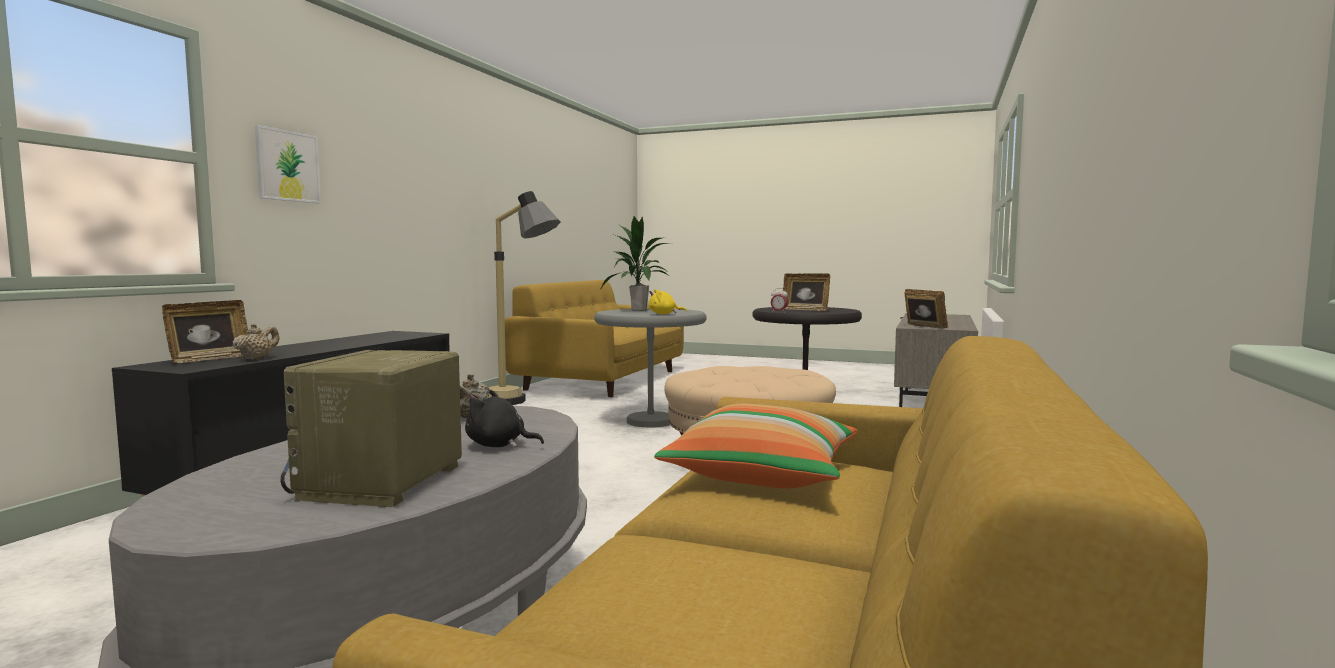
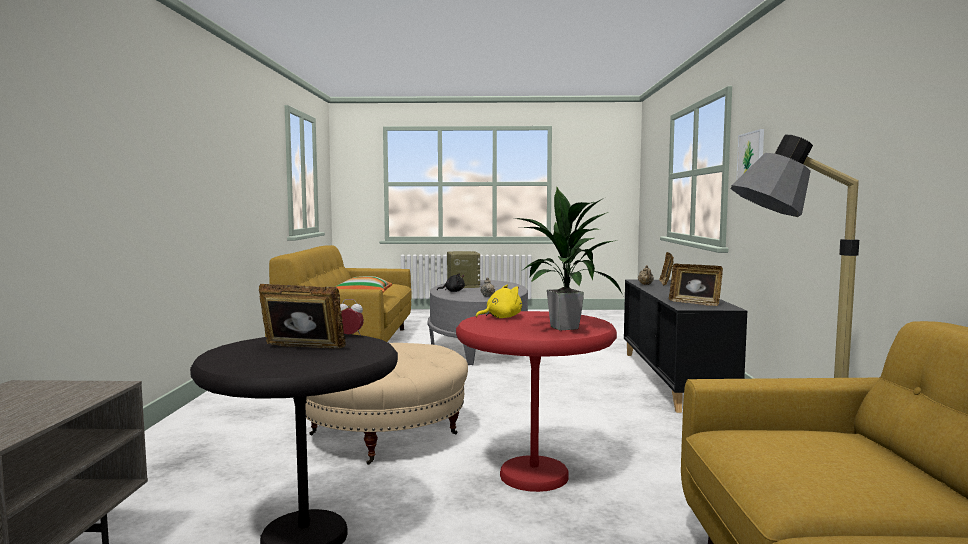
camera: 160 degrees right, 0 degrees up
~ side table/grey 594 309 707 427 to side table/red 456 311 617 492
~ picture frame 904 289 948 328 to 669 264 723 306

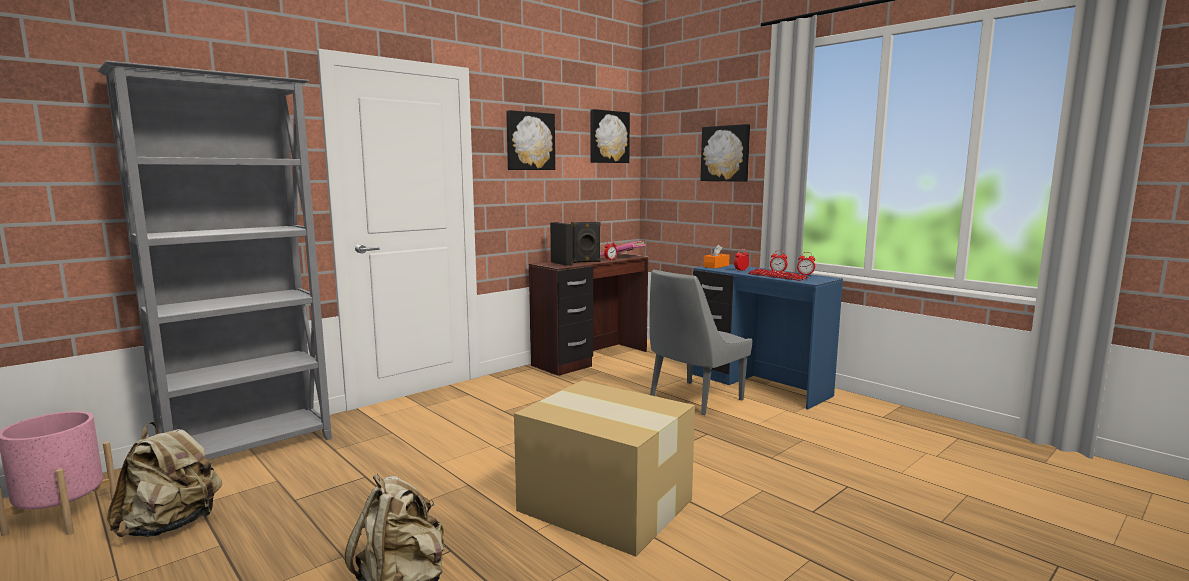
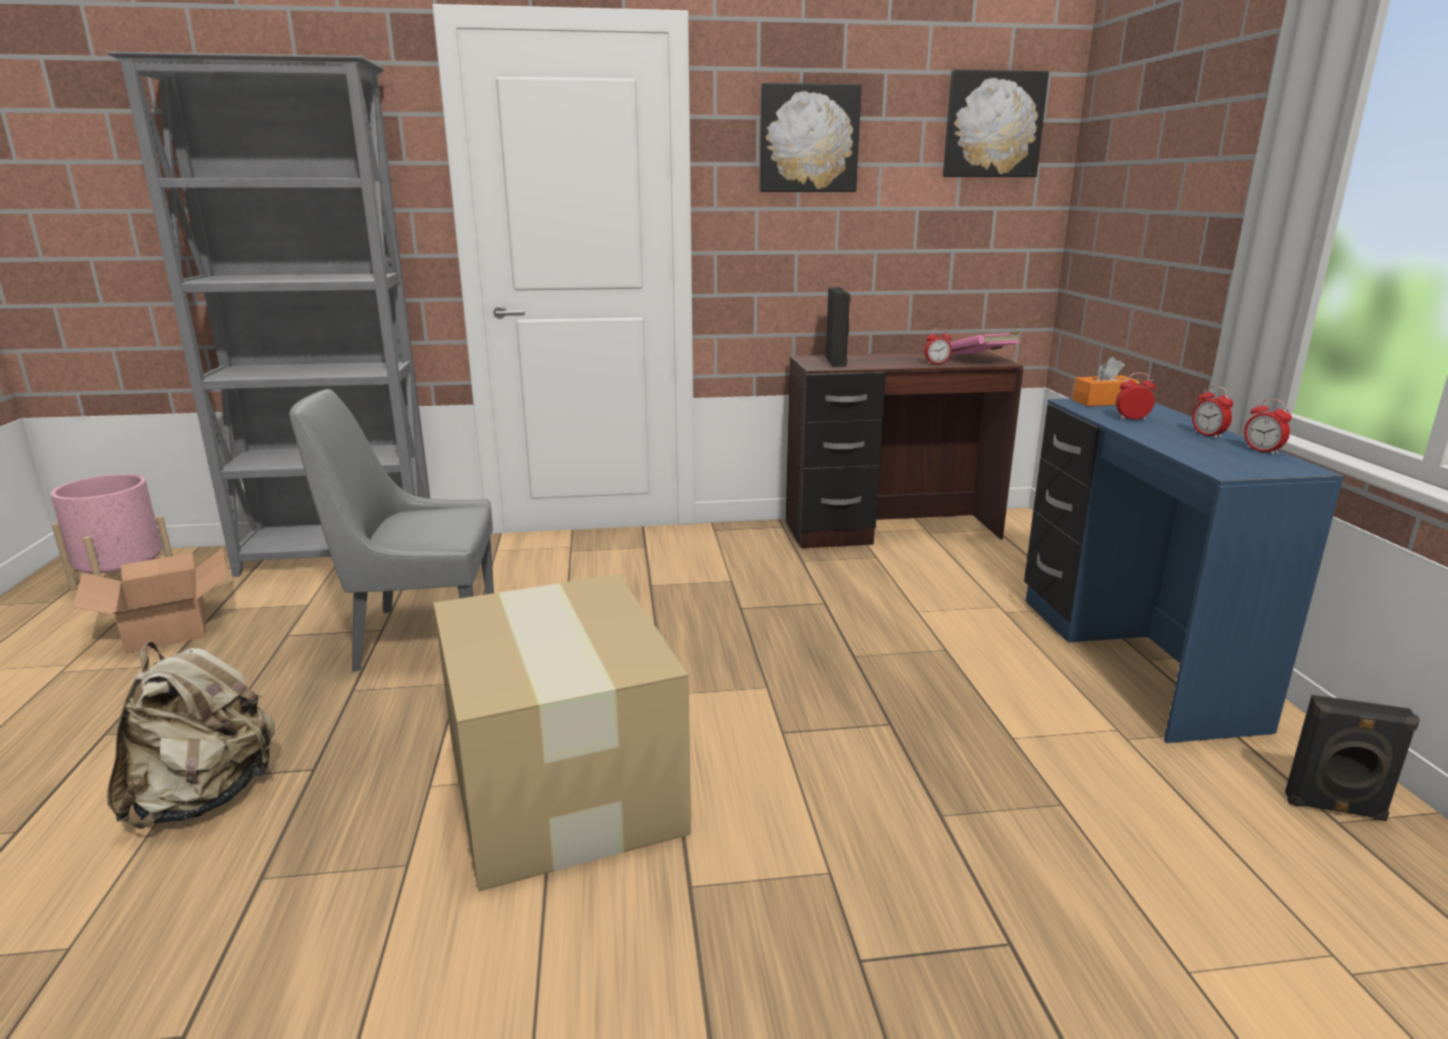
camera: 35 degrees right, 10 degrees up
~ backpack/beige 107 422 222 537 to cardboard box 73 548 226 654
~ speaker/black 571 222 600 263 to 1285 695 1420 821
~ chair/grey 649 270 753 415 to 289 389 494 672
- picture 700 124 750 182
- keyboard 748 268 809 281

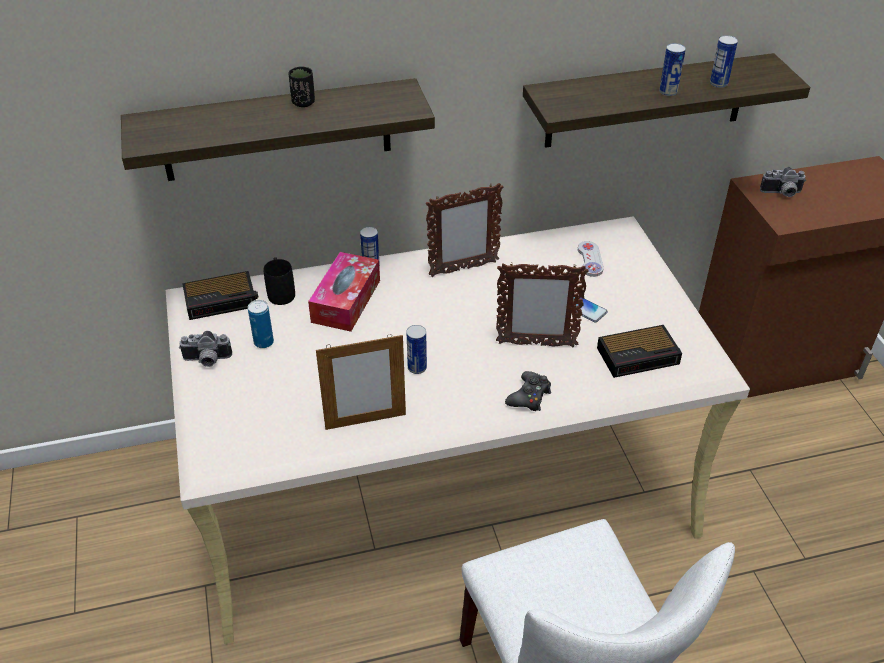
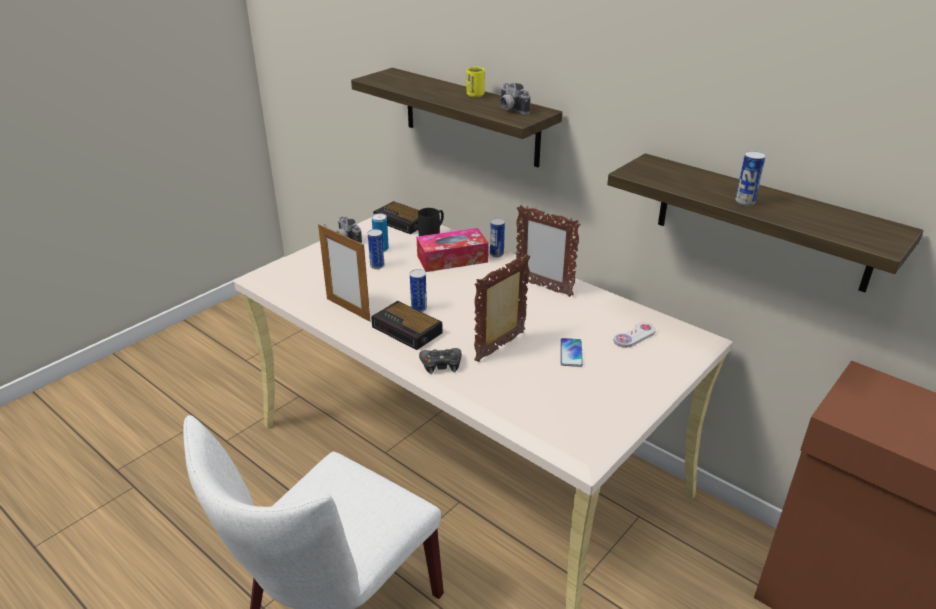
camera: 55 degrees right, 10 degrees down
~ cup/black 288 66 315 107 to cup/yellow 466 67 485 97
~ picture frame 496 262 588 347 = 474 254 530 362 75 degrees clockwise
~ alarm clock 597 325 682 378 to 371 301 443 350
~ can 710 35 738 88 to 368 229 385 269
~ photo camera 760 167 806 197 to 500 83 531 114

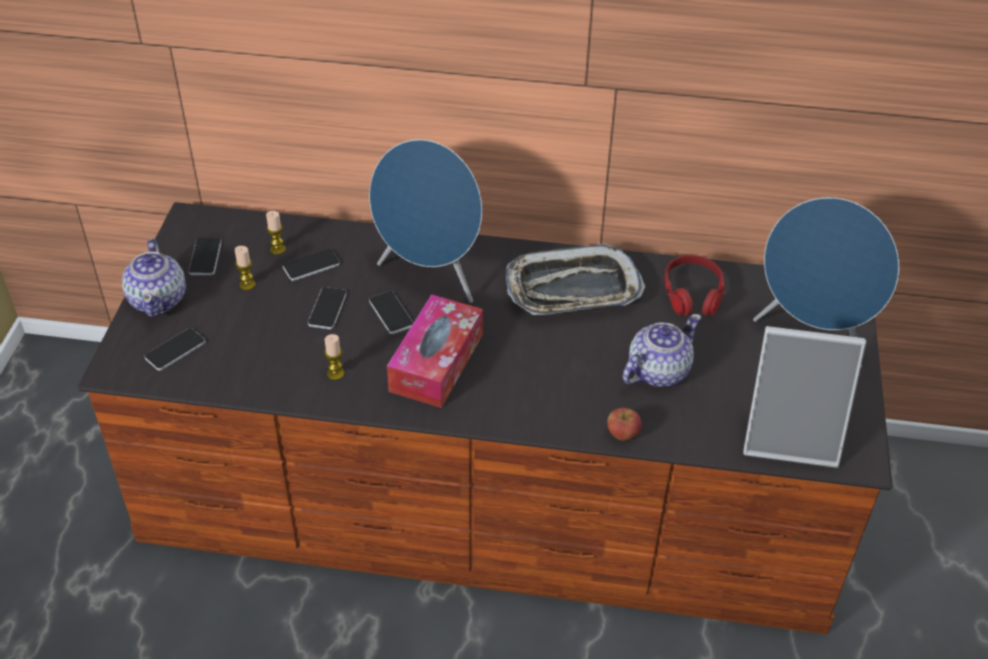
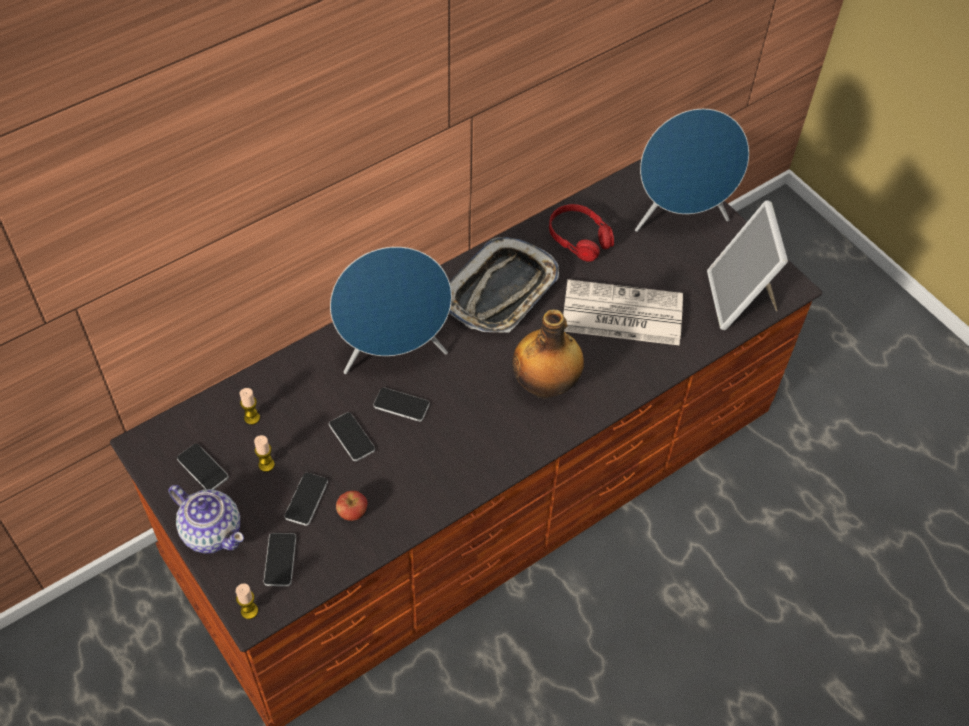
camera: 45 degrees left, 10 degrees up
~ phone 283 249 340 281 to 284 473 328 526
~ candle 324 334 344 380 to 236 583 258 619
- tissue box 387 294 483 408
~ apple 607 408 642 441 to 336 491 368 521
~ teapot 623 314 701 387 to newspaper 563 279 683 345
~ picture frame 743 326 866 468 = 707 200 788 330 120 degrees clockwise
+ bottle 512 310 584 399

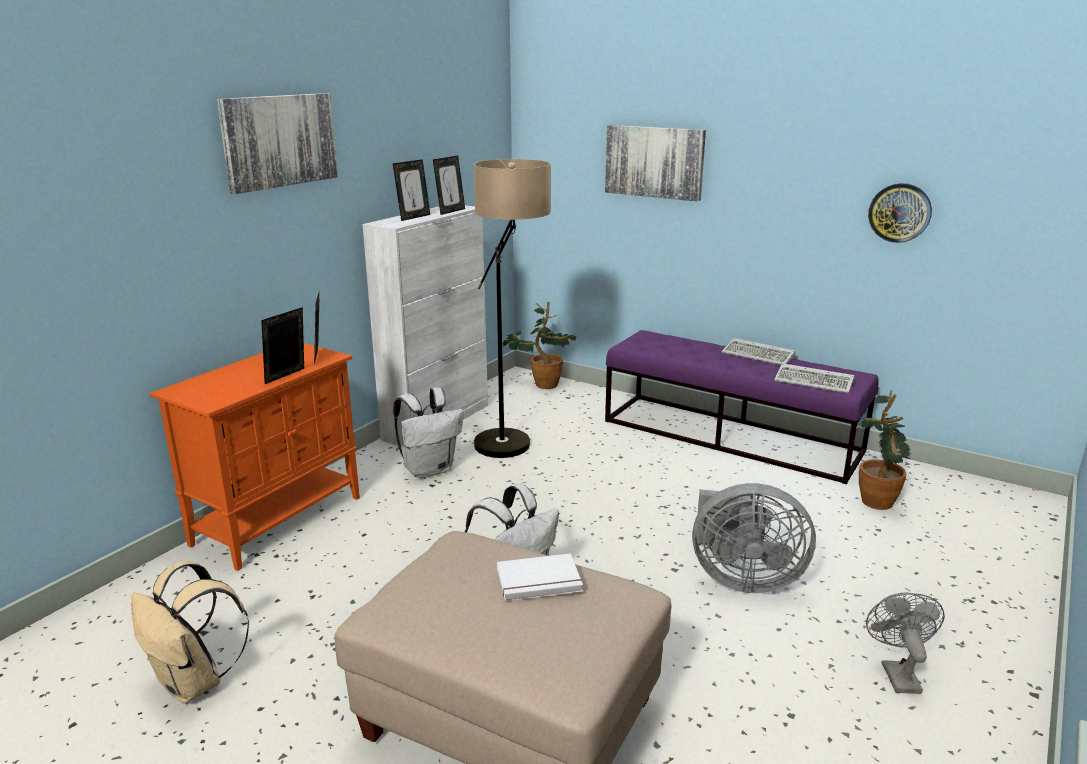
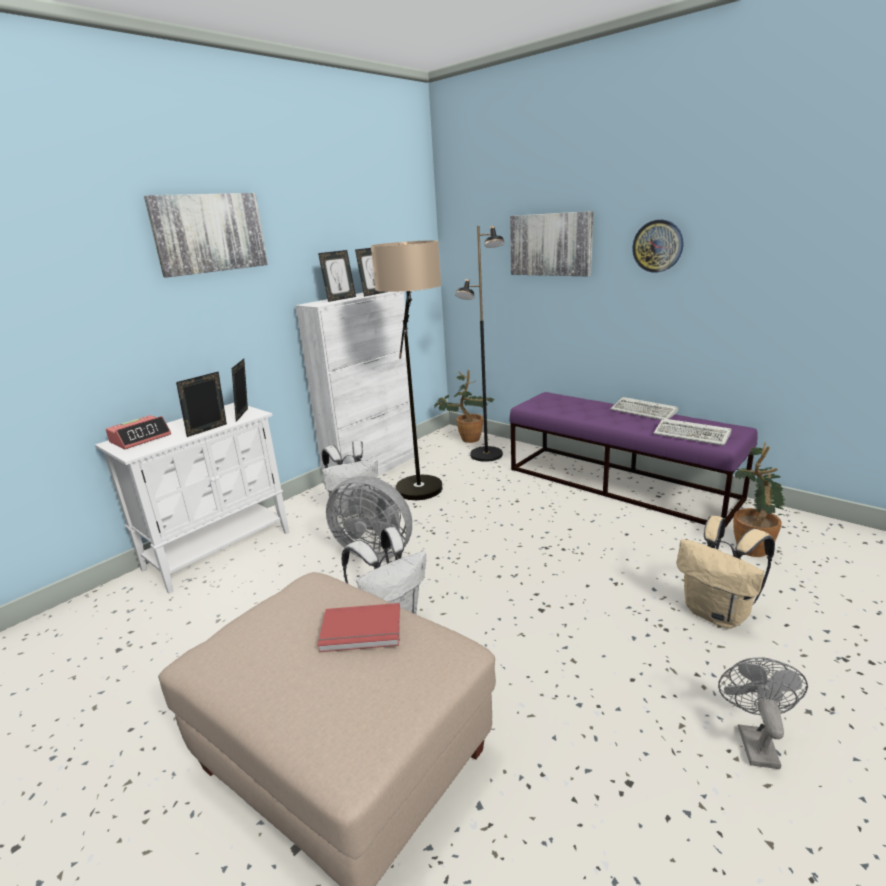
camera: 10 degrees right, 0 degrees up
~ backpack/beige 131 561 249 704 to 676 516 775 629
~ cabinet/orange 150 343 360 571 to cabinet/white 95 403 289 594
~ book/white 497 553 583 601 to book/red 317 603 400 652
~ fan/grey 692 483 816 593 to 326 476 412 561
~ wall clock 868 183 932 243 to 632 220 683 273
+ alarm clock 106 415 171 449
+ floor lamp/black 455 226 505 462

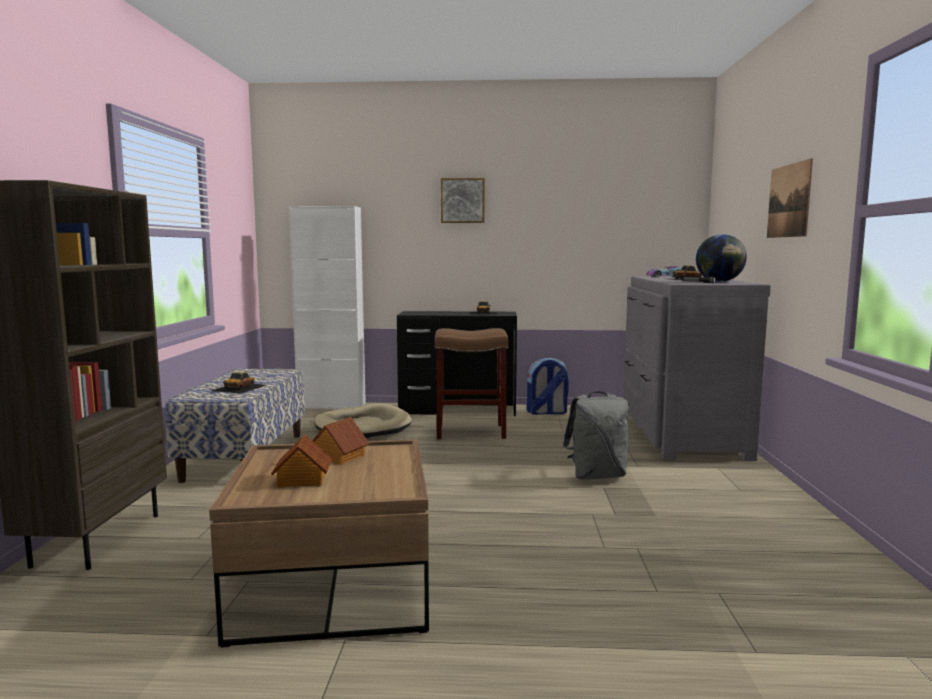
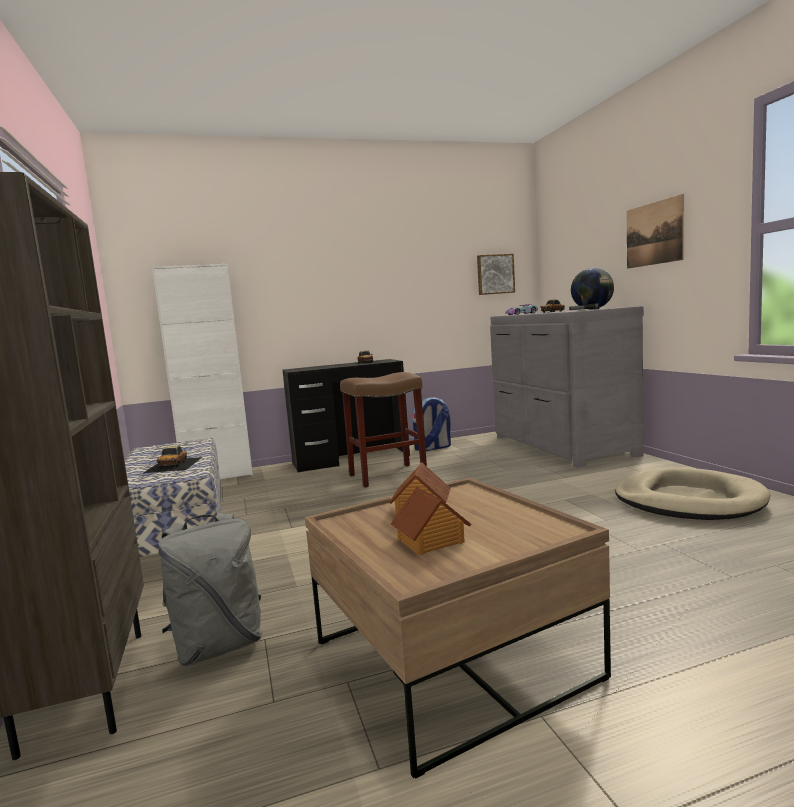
camera: 20 degrees left, 0 degrees up
~ dog bed/beige 314 403 412 438 to 615 467 771 520
~ picture 441 178 485 223 to 477 254 515 295
~ backpack/grey 563 391 629 480 to 158 513 262 666

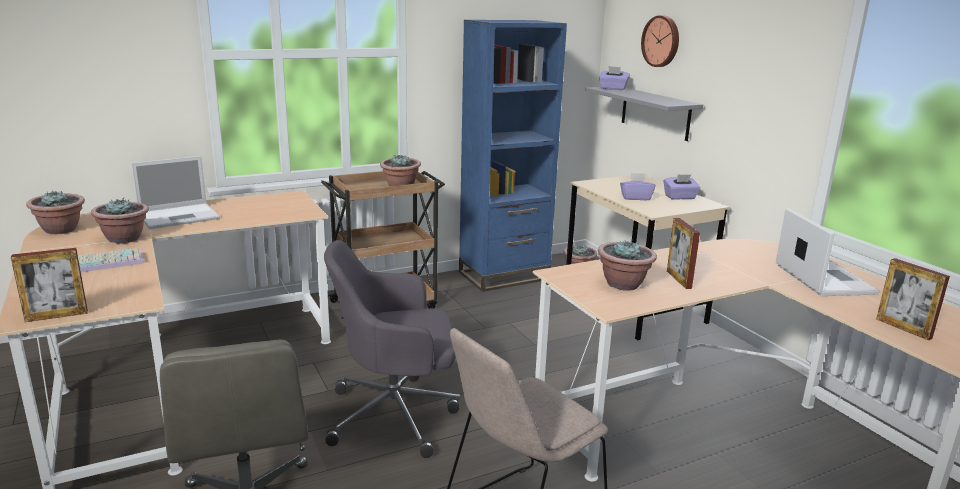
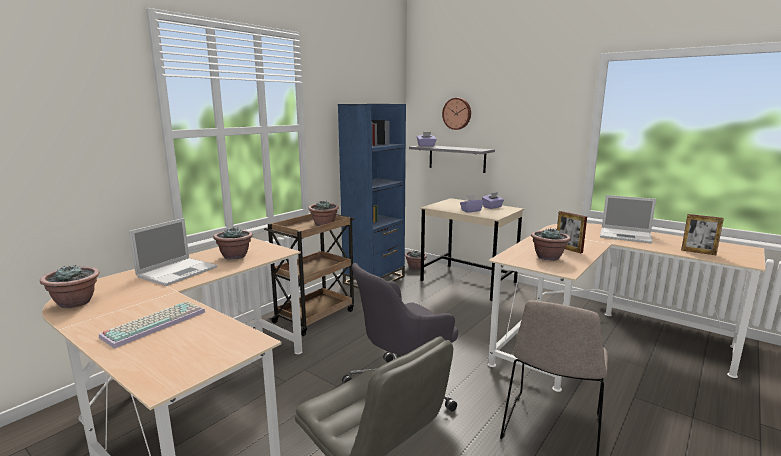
camera: 25 degrees left, 5 degrees down
- picture frame 11 248 88 322
~ potted plant 91 198 149 244 to 213 226 253 260
~ laptop 776 208 880 296 = 600 195 656 244 150 degrees clockwise

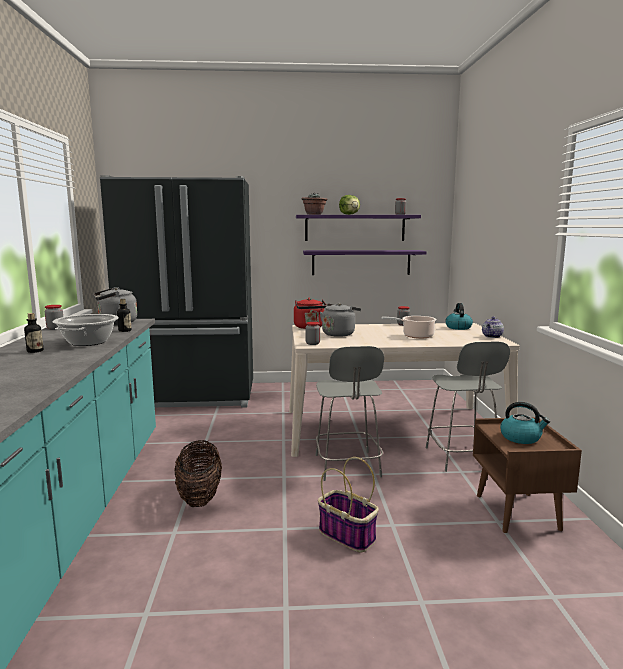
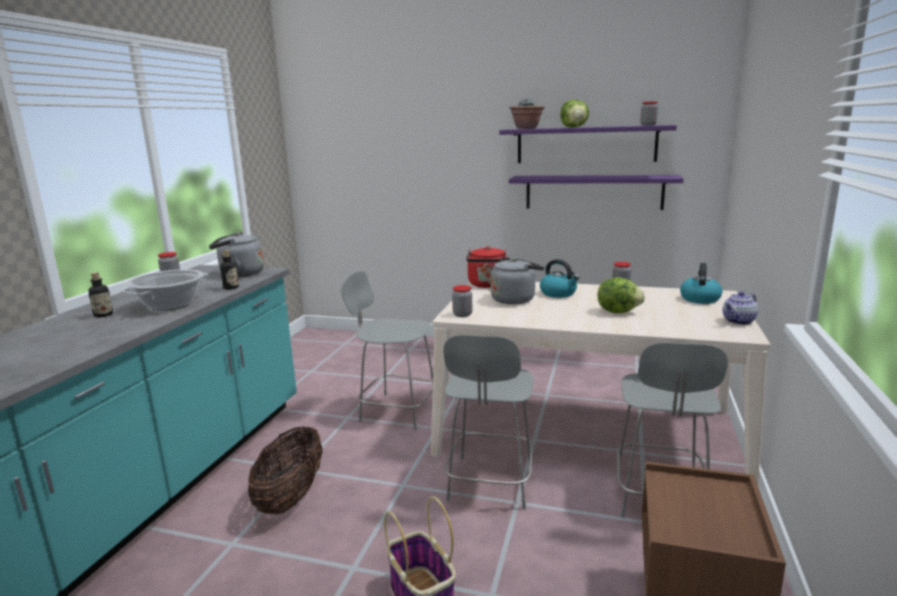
camera: 20 degrees right, 5 degrees up
- fridge/black 100 175 253 407
~ cooking pot 382 316 437 339 to lettuce 598 277 645 313
~ kettle 500 402 550 444 to 540 259 580 298
+ chair/grey 341 271 433 430

